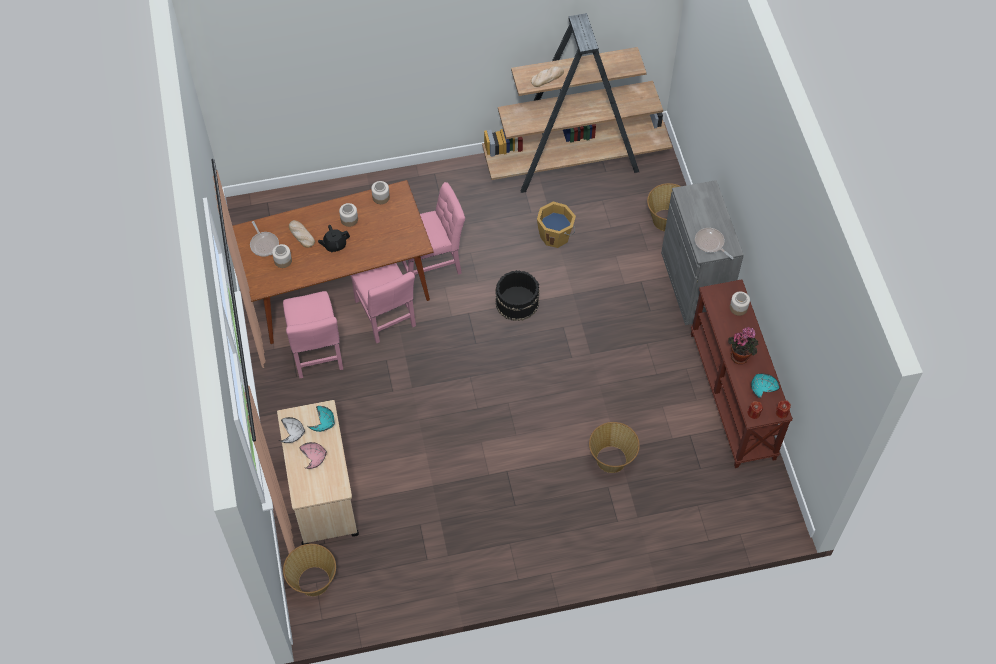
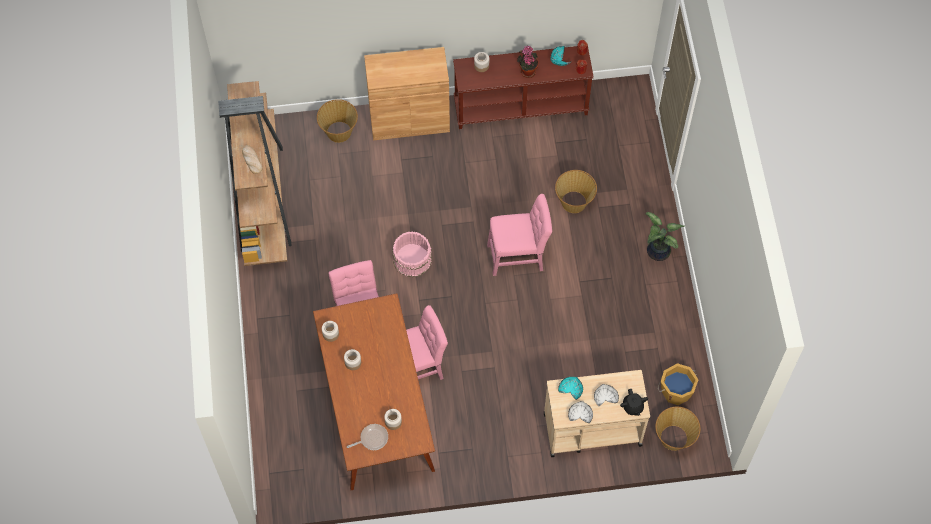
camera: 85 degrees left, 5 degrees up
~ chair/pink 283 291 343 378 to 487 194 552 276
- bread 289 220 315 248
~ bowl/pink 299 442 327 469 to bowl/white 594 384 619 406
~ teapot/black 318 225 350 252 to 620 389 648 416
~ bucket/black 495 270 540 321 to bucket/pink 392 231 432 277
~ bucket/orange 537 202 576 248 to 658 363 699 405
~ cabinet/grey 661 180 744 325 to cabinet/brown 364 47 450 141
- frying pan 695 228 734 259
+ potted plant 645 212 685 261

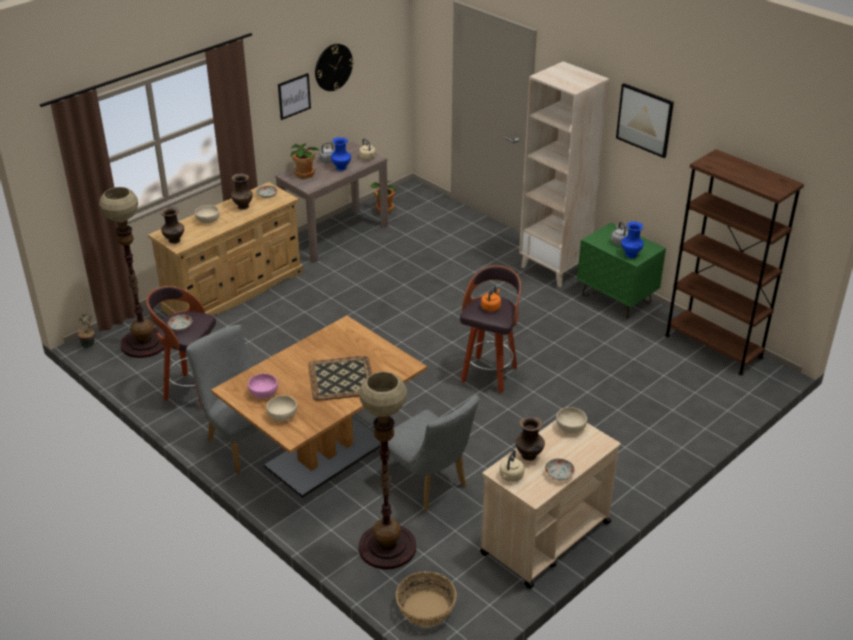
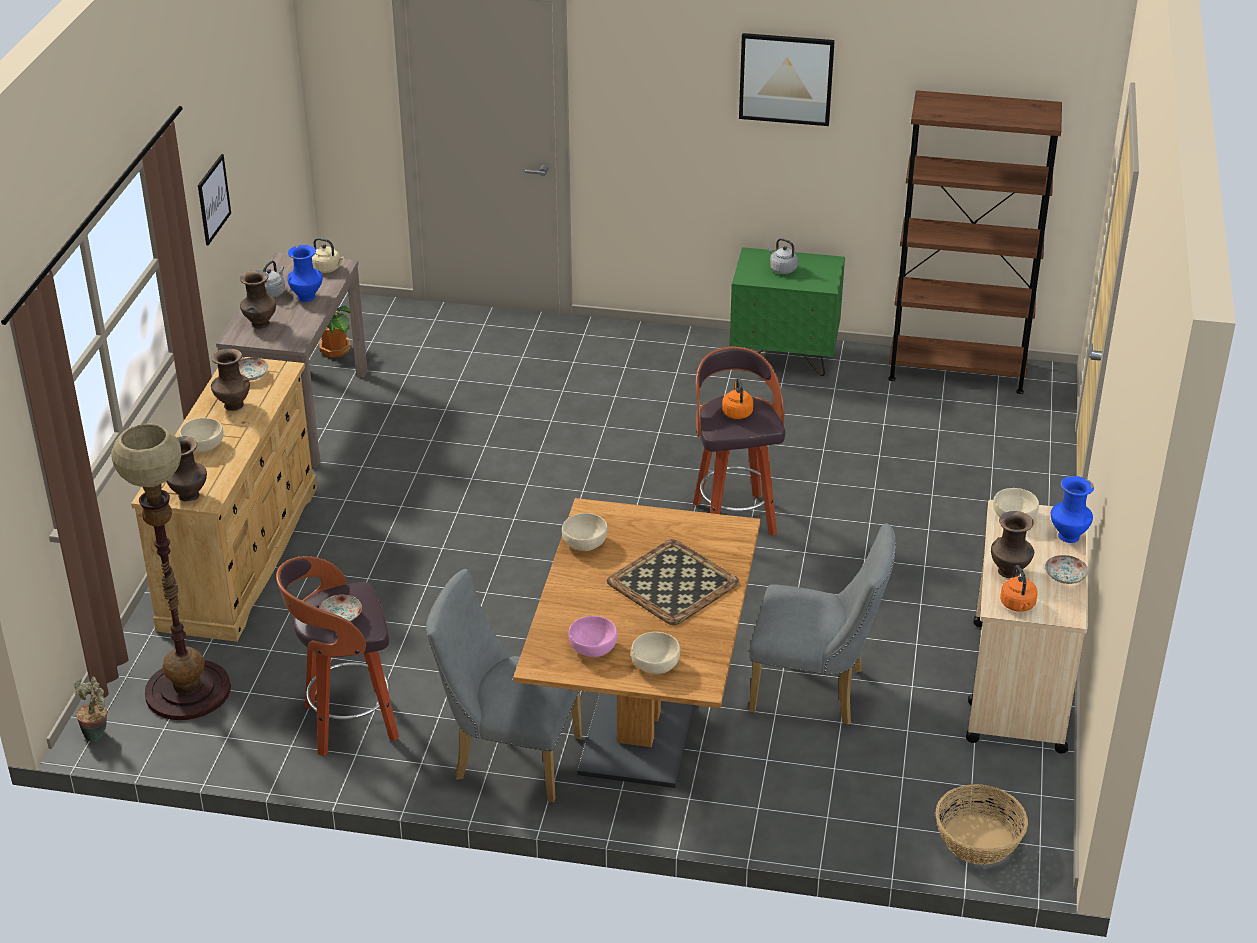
camera: 35 degrees left, 0 degrees up
~ potted plant 290 144 320 179 to vase/brown 240 270 276 329
- wall clock 315 44 354 91
- floor lamp 359 372 416 570
~ kettle/beige 500 450 524 482 to kettle/orange 1000 565 1038 612
- bookcase/beige 519 61 609 287
~ vase/blue 621 221 644 258 to 1051 476 1094 543
+ bowl/beige 562 513 608 551

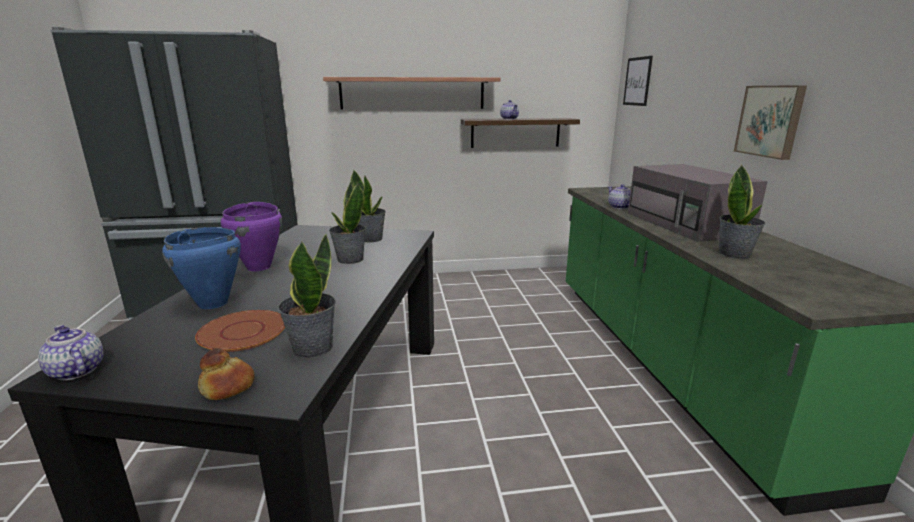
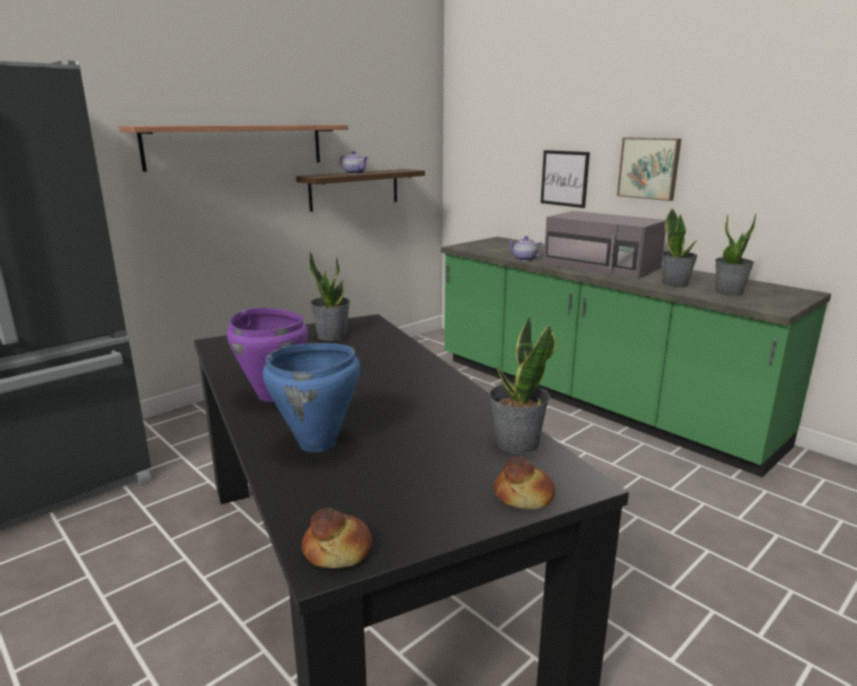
camera: 35 degrees left, 0 degrees up
~ teapot 38 325 103 380 to bread 302 508 372 568
- plate/brown 195 310 285 352
~ potted plant 329 182 366 264 to 715 214 756 295
~ picture 623 56 653 106 to 541 150 590 208

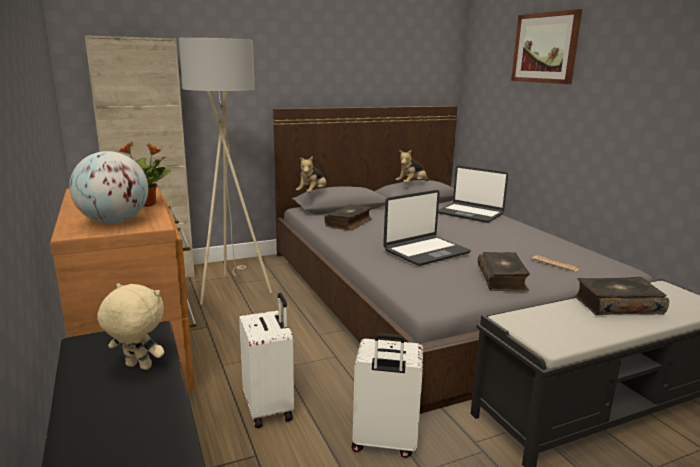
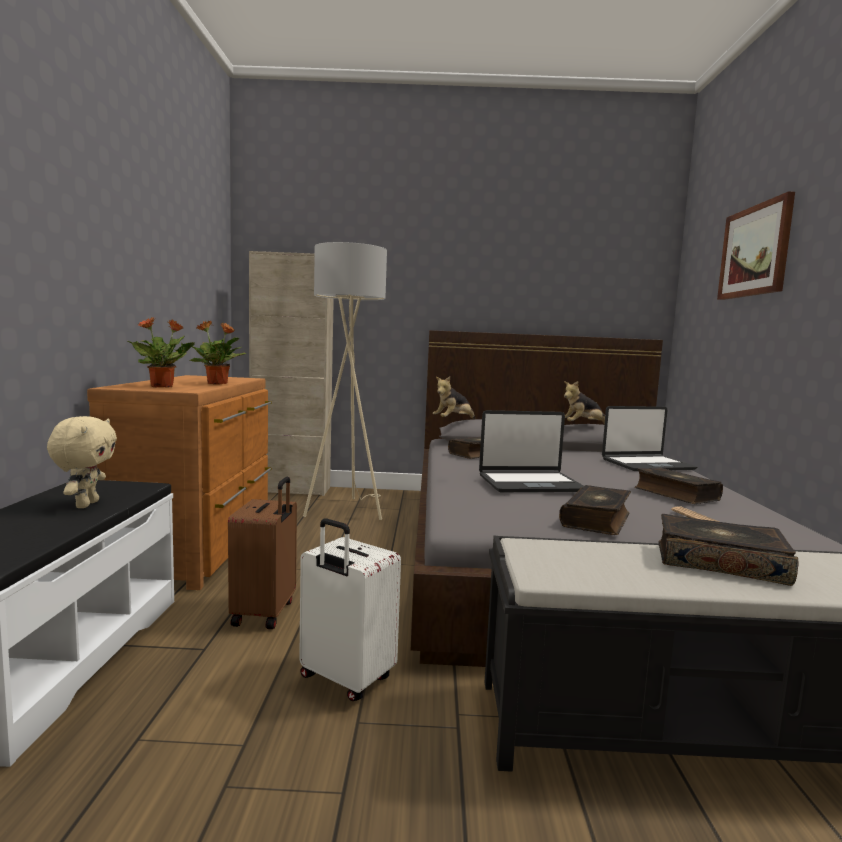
camera: 25 degrees right, 10 degrees down
~ globe 69 151 148 224 to potted plant 128 317 195 388
~ plush toy/beige 97 283 164 370 = 47 416 117 508 45 degrees clockwise
~ suitcase/white 239 293 294 428 to suitcase/brown 228 477 297 629
~ laptop 438 166 508 223 = 602 406 697 471 75 degrees counterclockwise
+ book 635 468 723 504

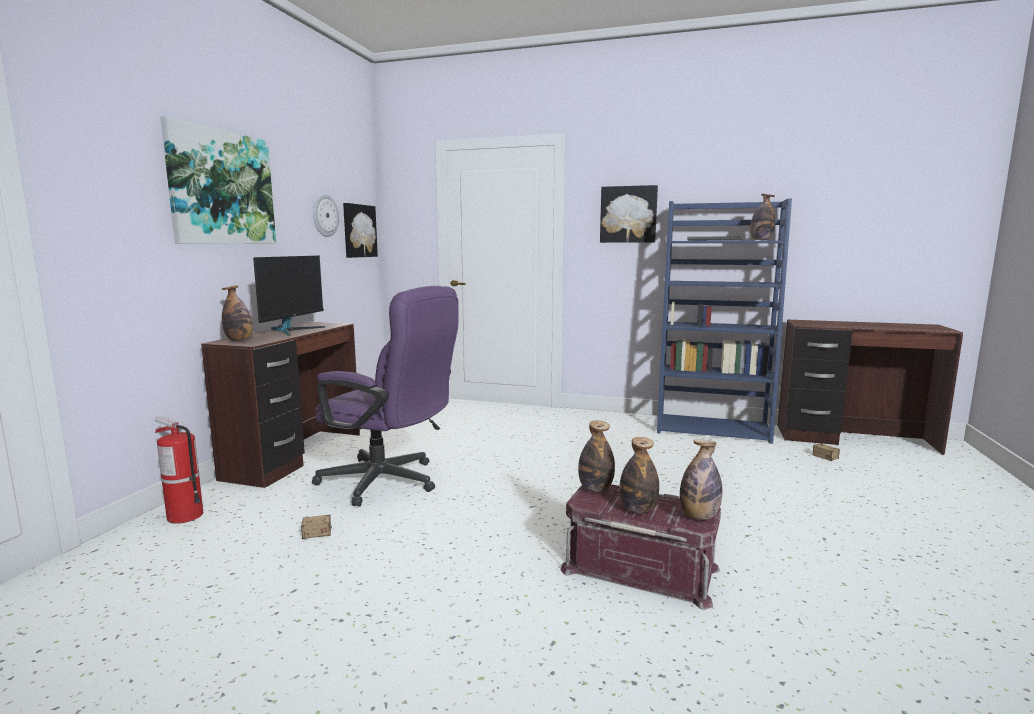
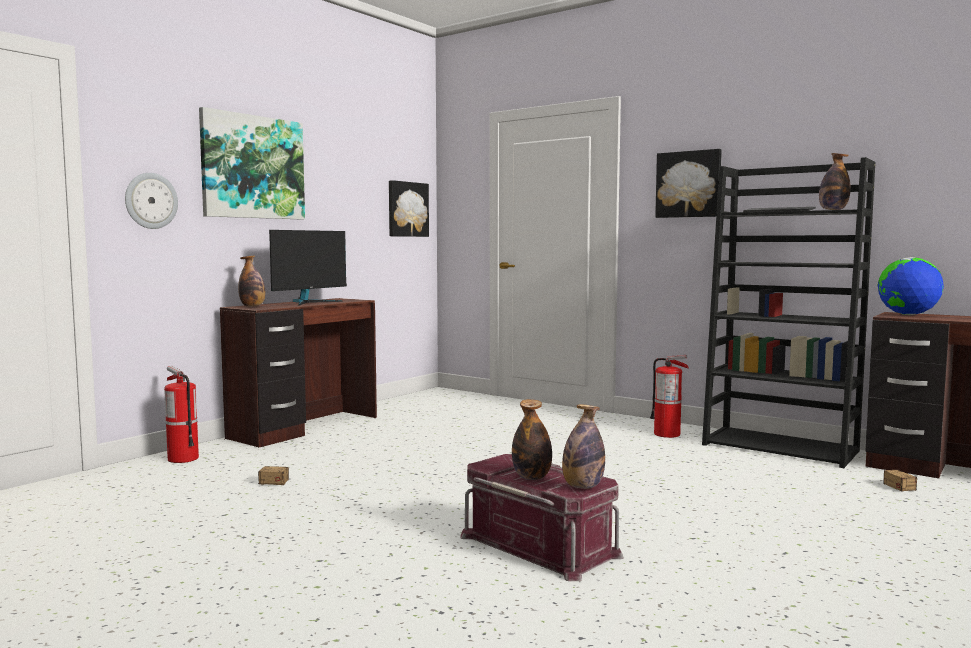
camera: 20 degrees right, 5 degrees down
- office chair/purple 312 286 459 506
~ wall clock 313 194 339 237 to 125 173 178 229
- bottle 578 421 615 492
~ bookcase/blue 657 199 792 444 to bookcase/black 702 157 875 468
+ fire extinguisher 650 355 689 438
+ globe 877 257 944 315

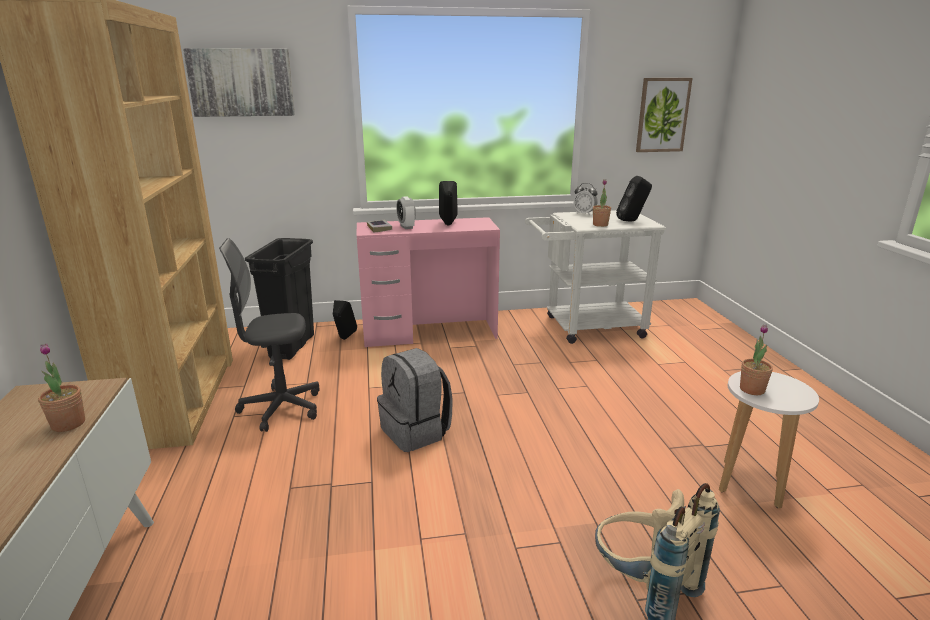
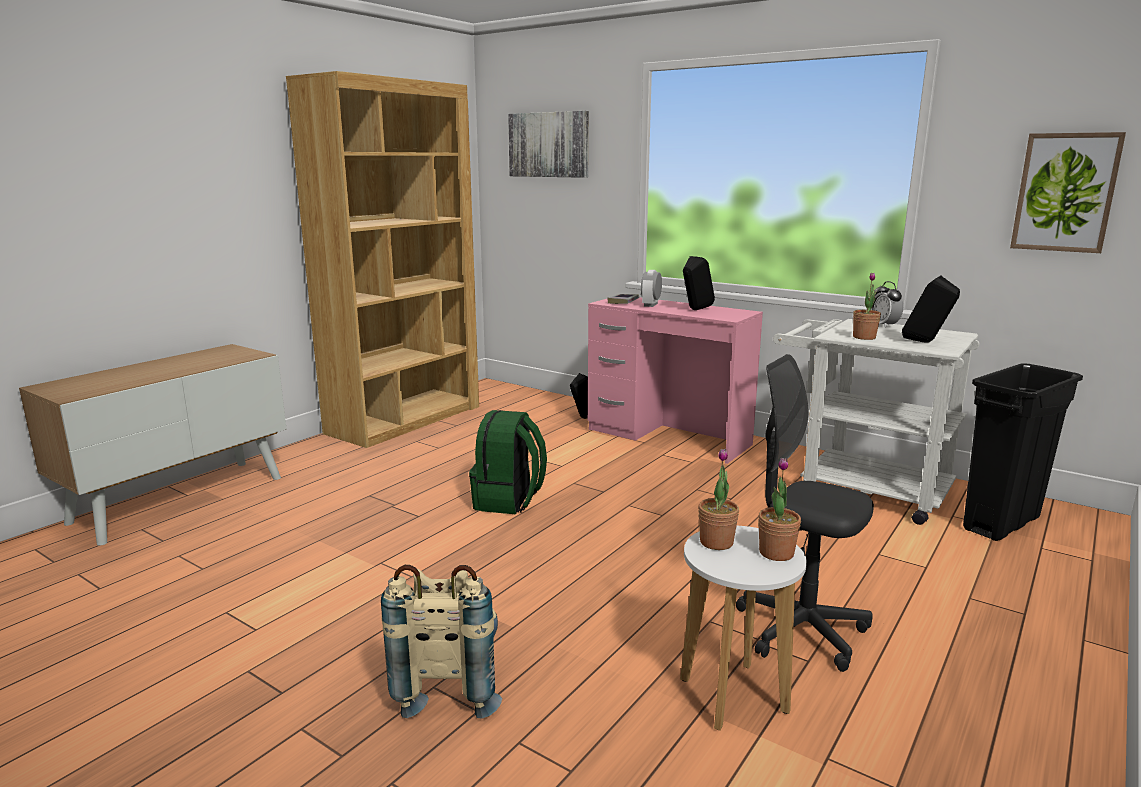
camera: 45 degrees right, 5 degrees down
~ potted plant 38 343 85 432 to 758 458 801 561
~ office chair/grey 219 238 319 432 to 736 354 874 672
~ trash can/black 245 238 314 360 to 963 363 1083 541
~ backpack/grey 377 348 453 452 to backpack/green 469 410 547 514

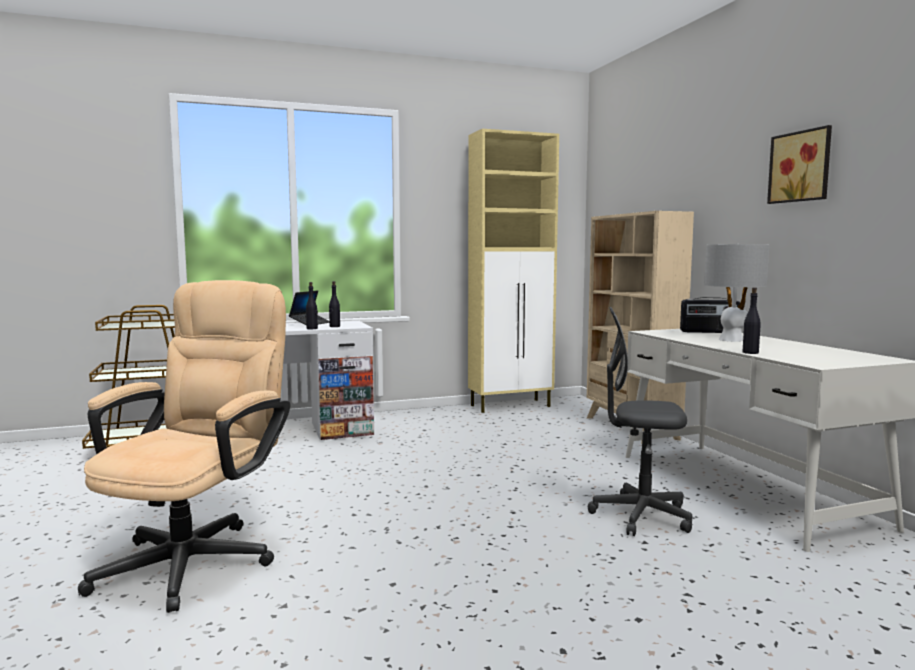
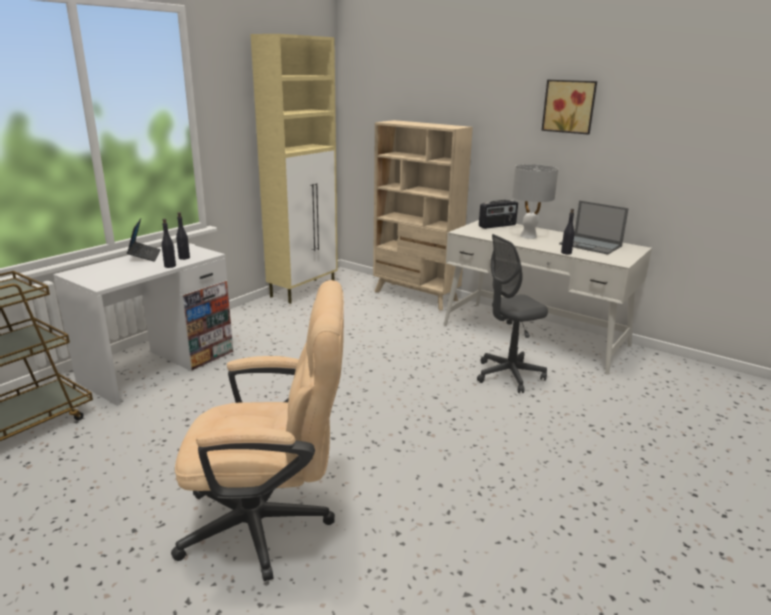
camera: 35 degrees left, 15 degrees up
~ office chair/beige 78 280 291 613 = 171 280 344 581 105 degrees clockwise
+ laptop 559 200 629 255

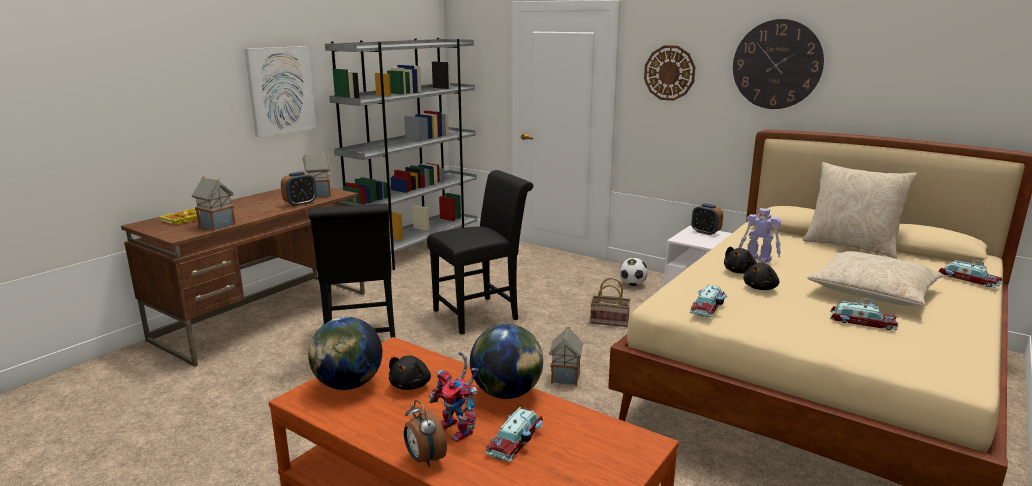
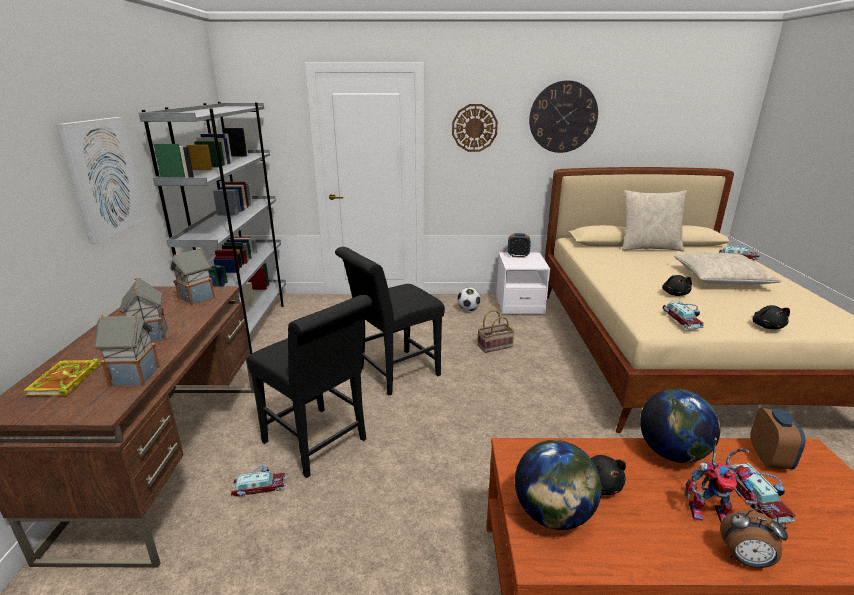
camera: 35 degrees left, 5 degrees up
~ alarm clock 281 171 317 207 to 751 408 805 470
~ chair/black 427 170 533 334 = 335 247 445 396 150 degrees counterclockwise
~ toy house 549 327 583 386 to 119 277 168 342
~ plush toy/black 724 246 757 274 to 752 305 790 330
- toy robot 739 208 781 263
~ toy car 830 299 899 330 to 230 465 286 496

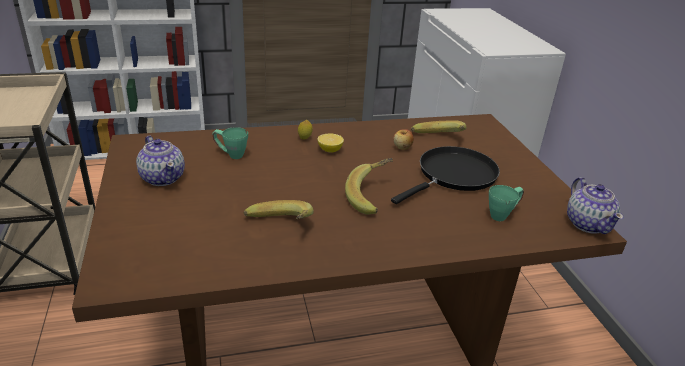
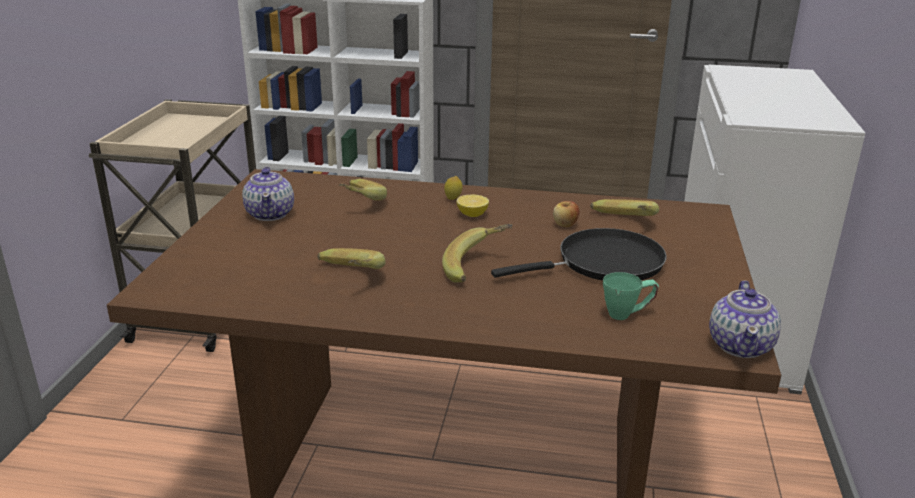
camera: 25 degrees right, 5 degrees down
~ mug/green 212 127 248 159 to banana 339 179 387 201

